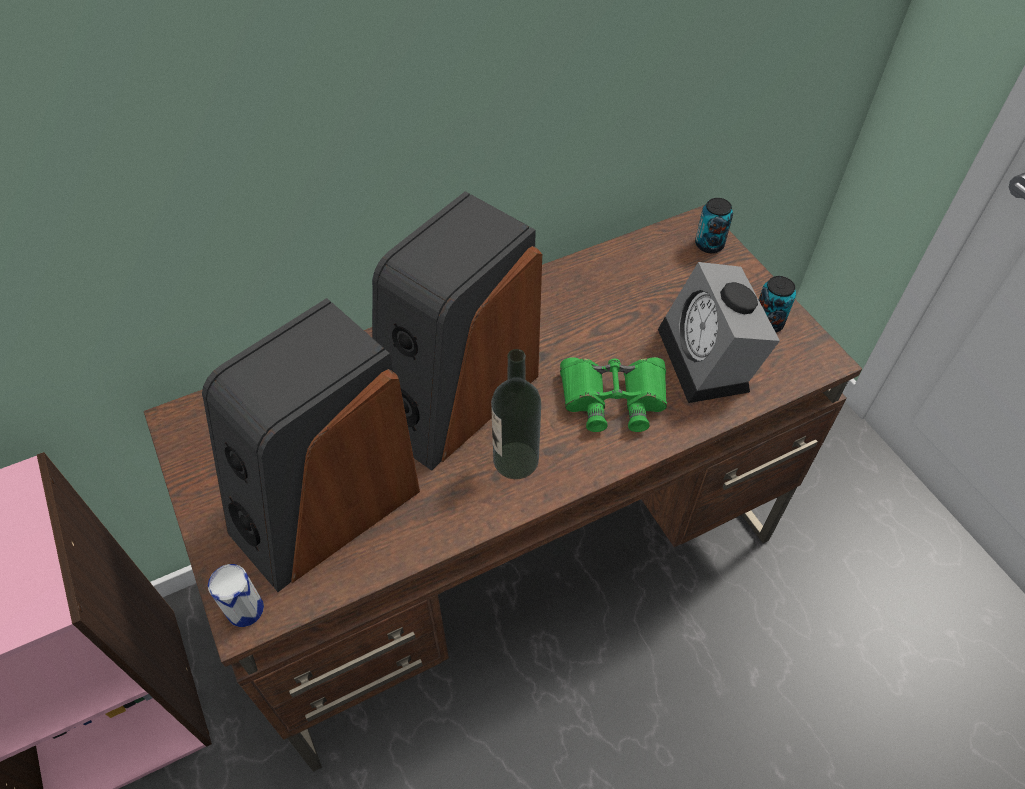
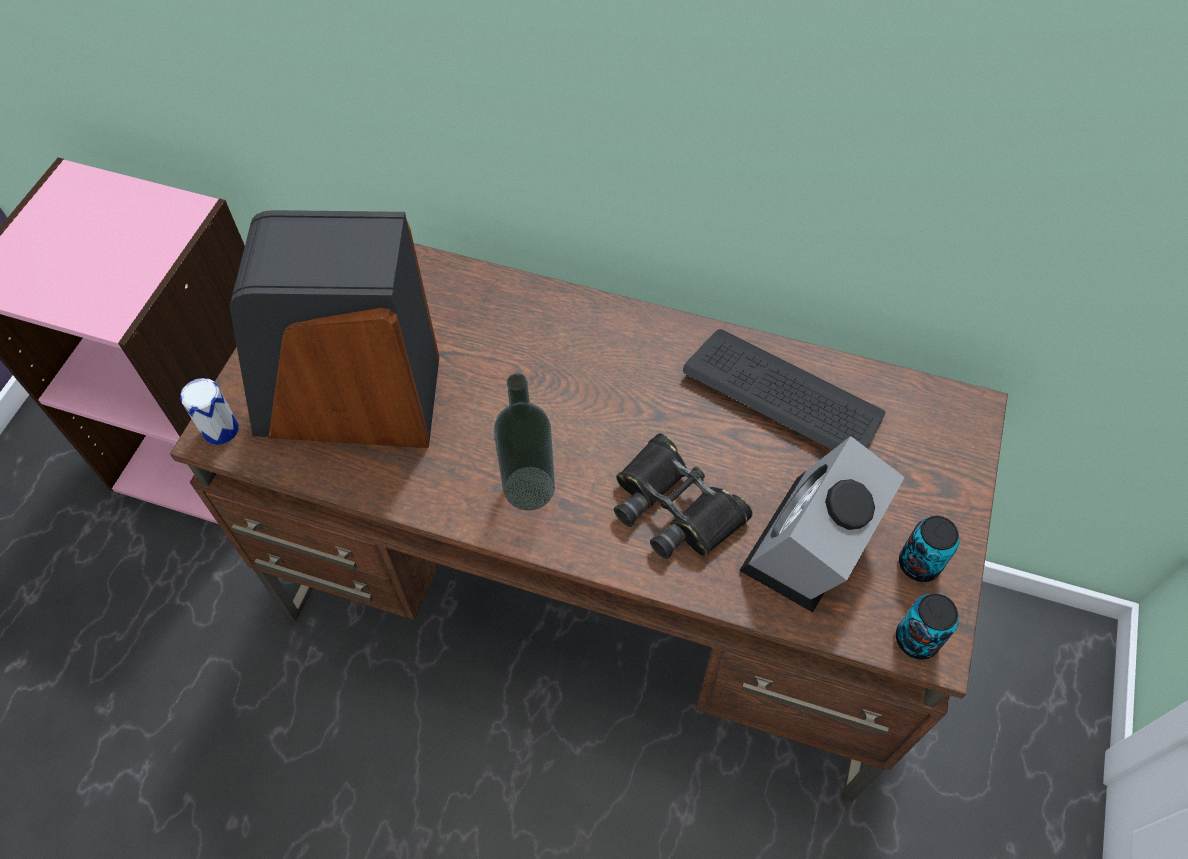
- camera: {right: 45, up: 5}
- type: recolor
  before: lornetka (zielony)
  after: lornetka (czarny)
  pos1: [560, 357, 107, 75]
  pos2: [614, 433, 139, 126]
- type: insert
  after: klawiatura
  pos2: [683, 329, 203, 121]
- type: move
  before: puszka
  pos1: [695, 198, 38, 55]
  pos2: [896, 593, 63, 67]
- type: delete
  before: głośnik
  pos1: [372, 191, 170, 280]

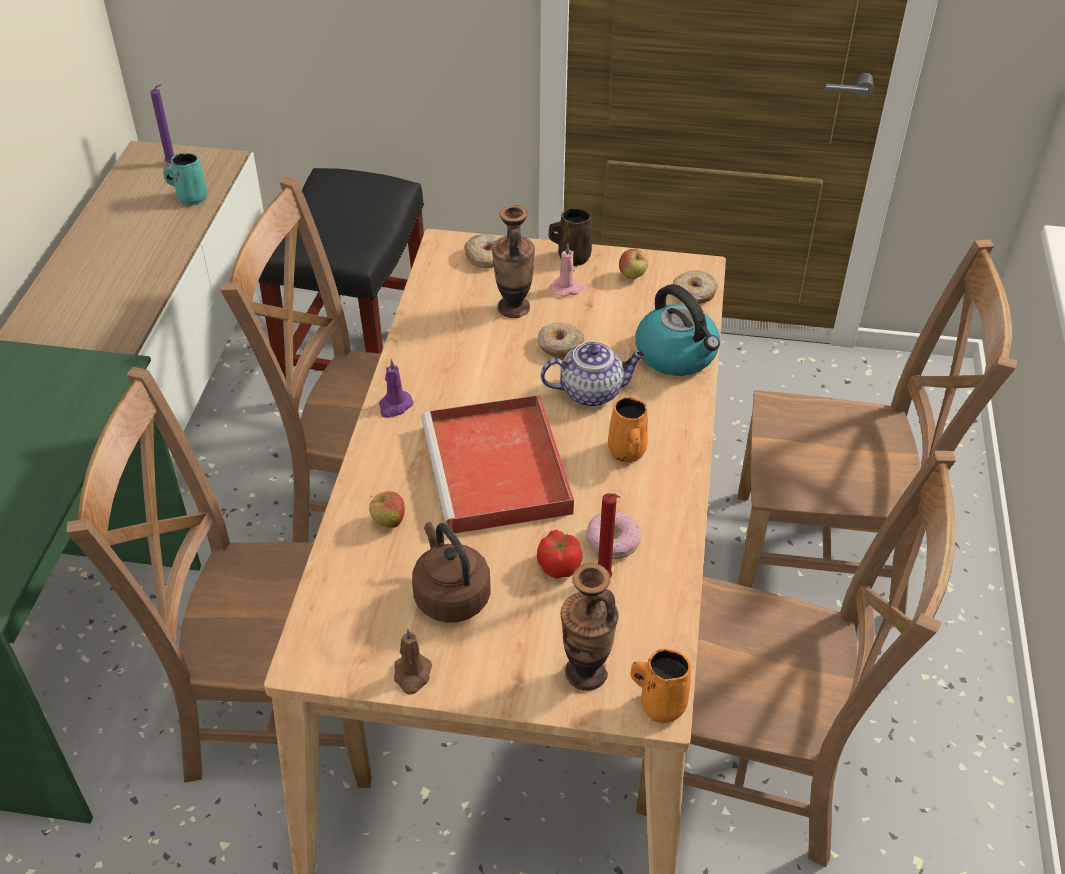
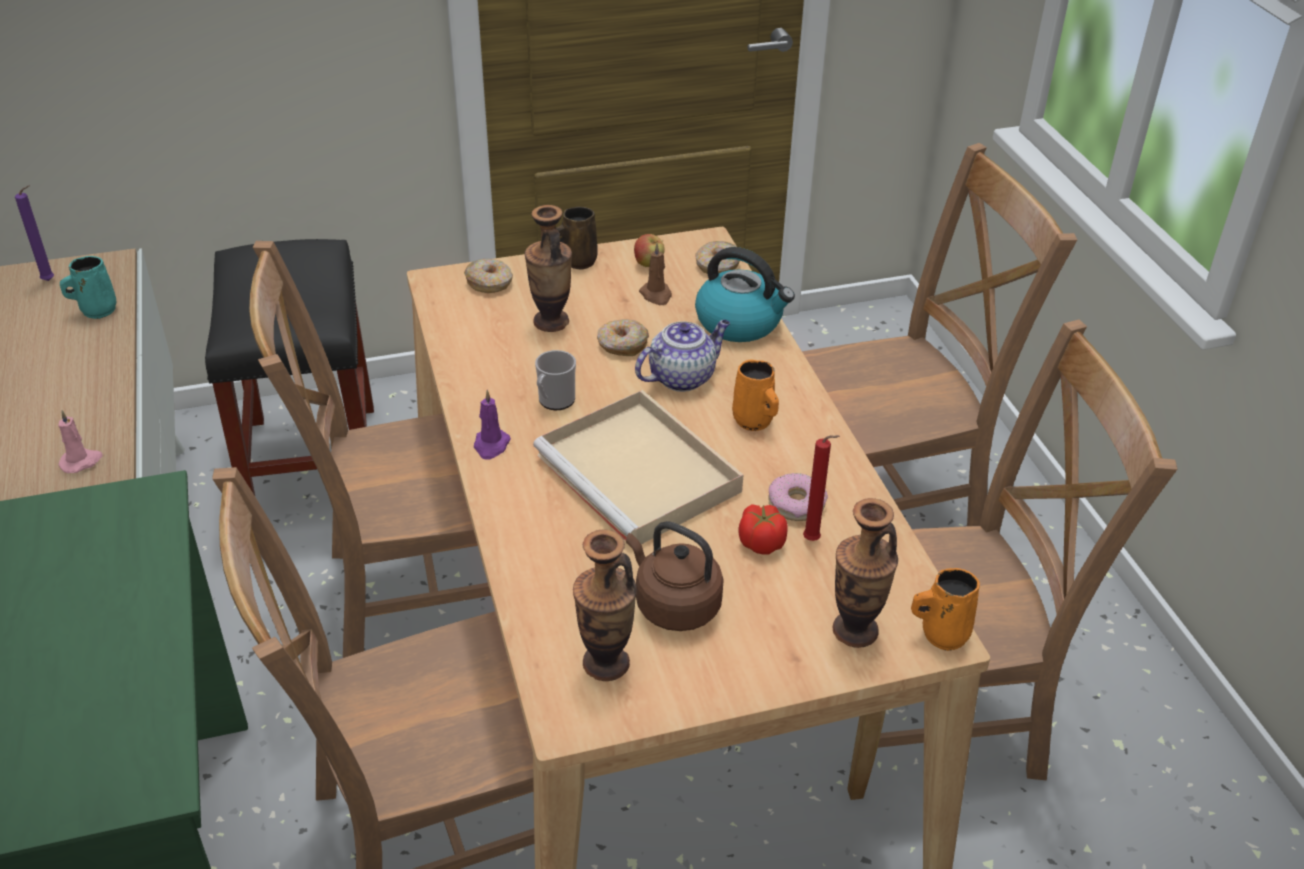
- camera: {right: -25, up: -5}
- type: move
  before: świeca (różowy)
  pos1: [551, 244, 34, 53]
  pos2: [58, 410, 45, 63]
- type: recolor
  before: taca (czerwony)
  after: taca (beżowy)
  pos1: [421, 395, 153, 139]
  pos2: [533, 390, 210, 154]
- type: insert
  after: kubek
  pos2: [535, 350, 41, 60]
- type: insert
  after: wazon
  pos2: [573, 529, 64, 152]
- type: move
  before: świeca (brązowy)
  pos1: [394, 629, 38, 66]
  pos2: [639, 243, 33, 62]
- type: delete
  before: jabłko
  pos1: [369, 491, 36, 37]

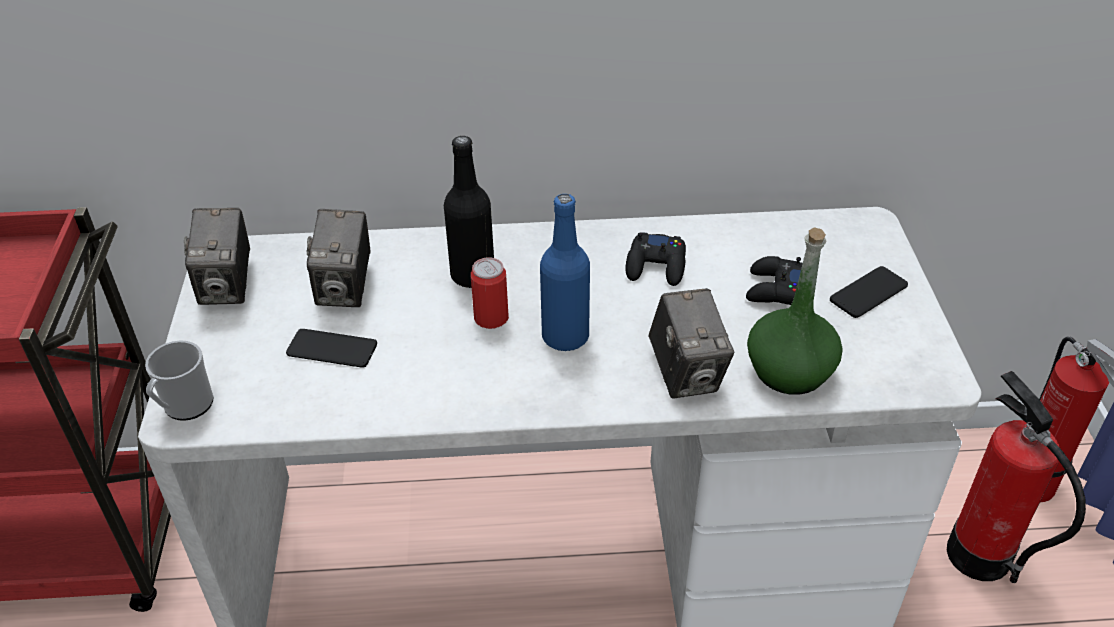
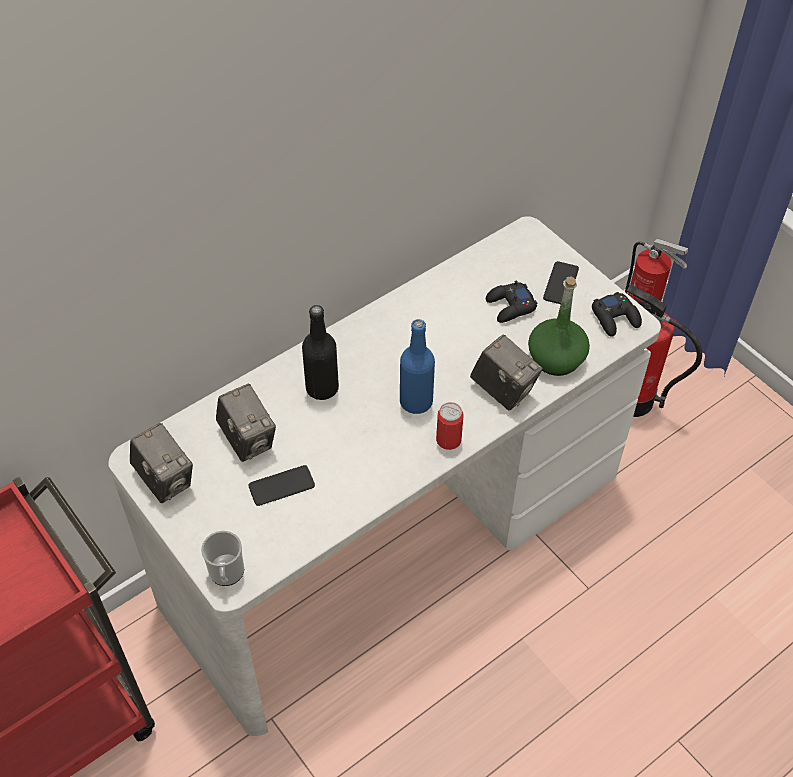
- camera: {right: -35, up: 10}
- type: move
  before: puszka
  pos1: [471, 257, 38, 72]
  pos2: [436, 402, 28, 48]
- type: move
  before: pad do gier (czarny)
  pos1: [625, 232, 61, 54]
  pos2: [592, 292, 50, 45]

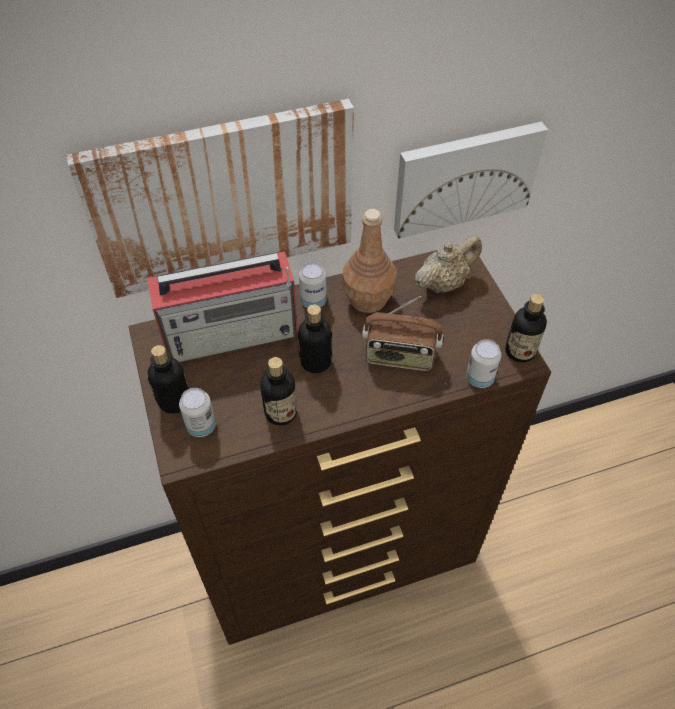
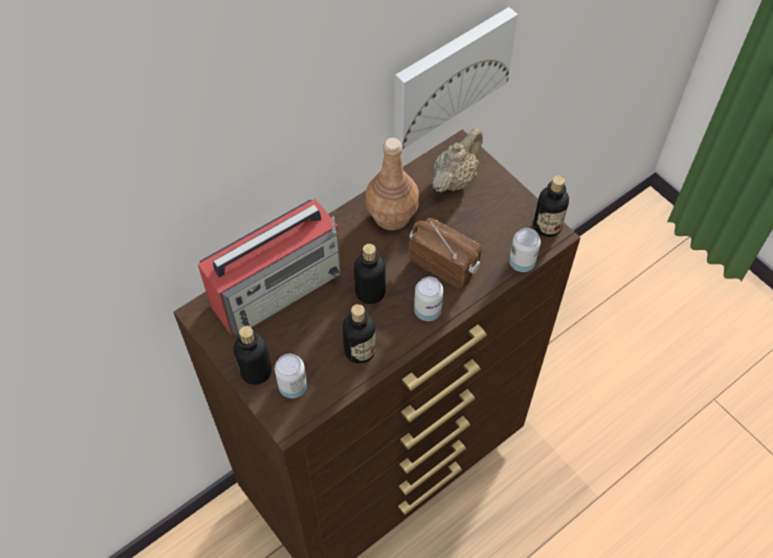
- camera: {right: -20, up: 5}
- type: rotate
  before: radio
  pos1: [362, 296, 81, 75]
  pos2: [409, 218, 73, 70]
  turn: -135
- type: move
  before: puszka
  pos1: [299, 262, 28, 46]
  pos2: [414, 277, 29, 44]
- type: delete
  before: obraz
  pos1: [66, 99, 288, 199]

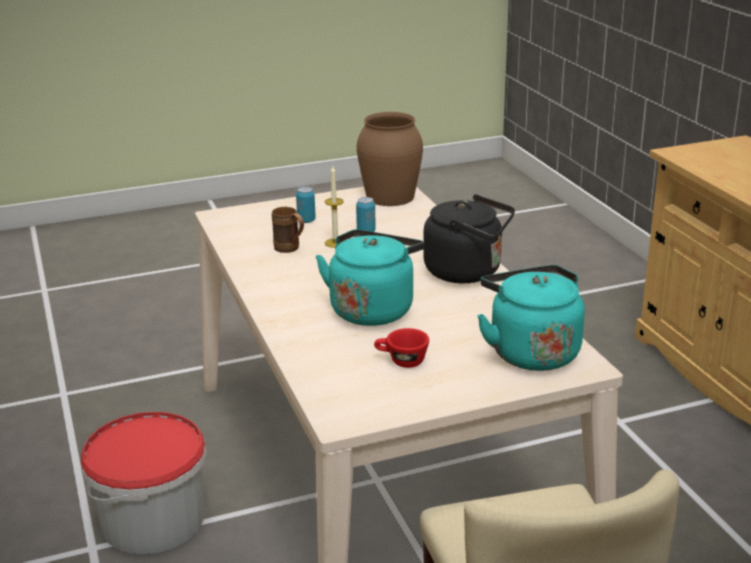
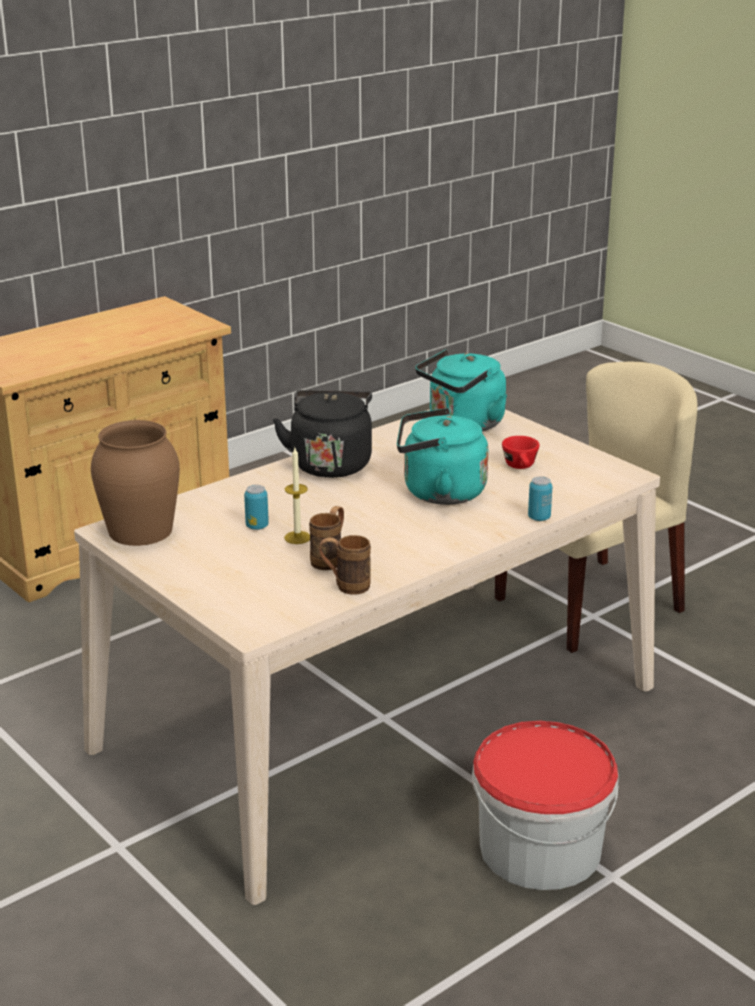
- camera: {right: -110, up: 0}
- type: insert
  after: kubek (brązowy)
  pos2: [319, 535, 52, 60]
- type: move
  before: puszka
  pos1: [296, 187, 20, 36]
  pos2: [528, 476, 24, 45]

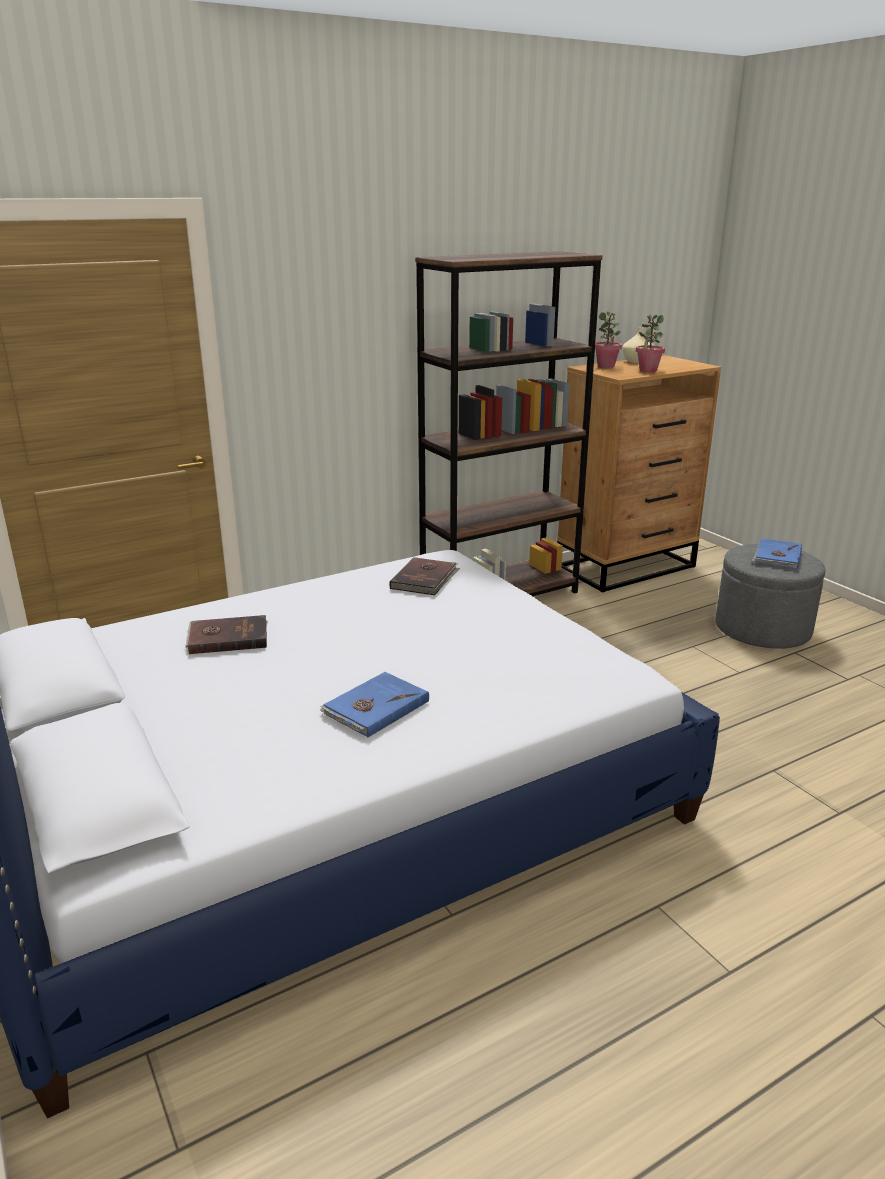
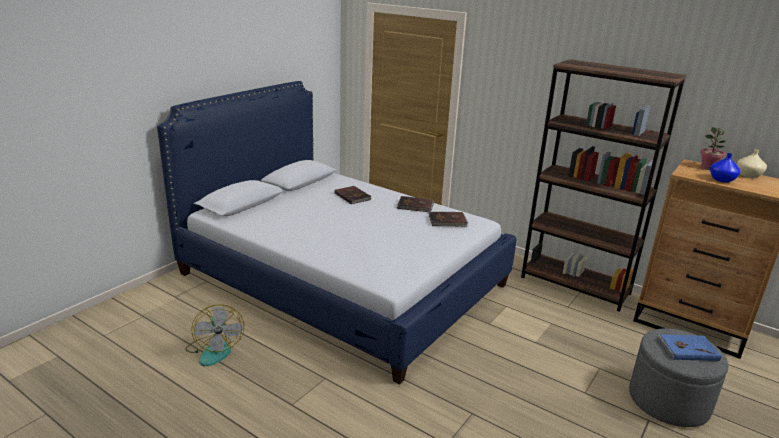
- camera: {right: 65, up: 0}
- type: insert
  after: wentylator
  pos2: [185, 304, 59, 62]
- type: insert
  after: książka (brązowy)
  pos2: [397, 196, 37, 16]
- type: replace
  before: roślina doniczkowa
  after: wazon (niebieski)
  pos1: [636, 315, 29, 57]
  pos2: [710, 153, 30, 30]
- type: delete
  before: książka (niebieski)
  pos1: [319, 672, 110, 65]

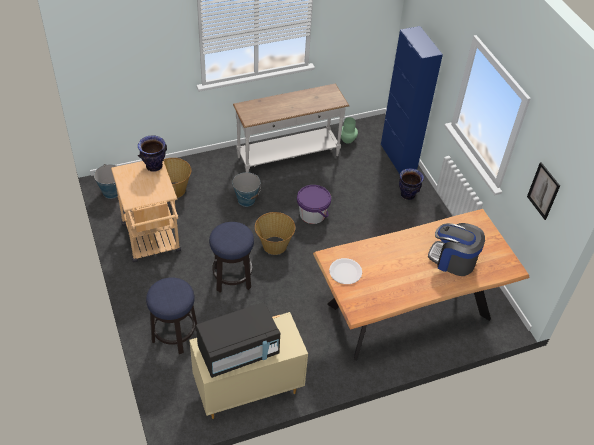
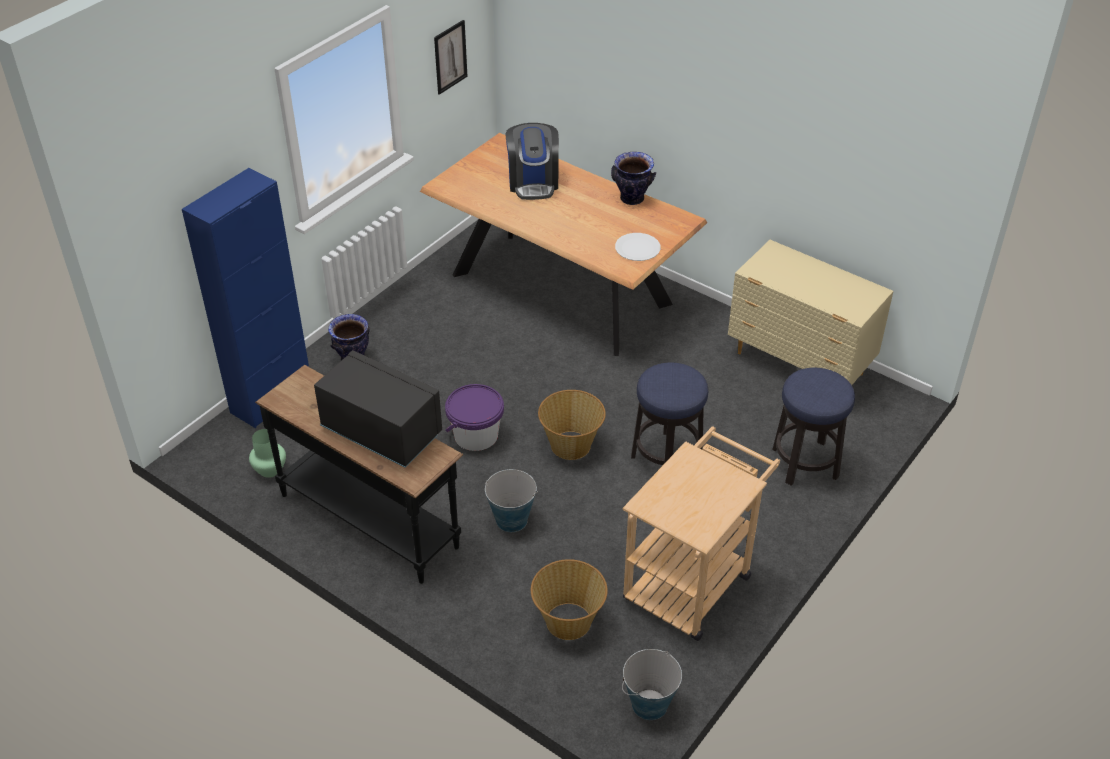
- camera: {right: -120, up: -5}
- type: recolor
  before: stolik konsolowy (biały)
  after: stolik konsolowy (czarny)
  pos1: [233, 84, 116, 88]
  pos2: [255, 365, 208, 219]
- type: move
  before: mikrofalówka (czarny)
  pos1: [196, 302, 84, 76]
  pos2: [314, 350, 128, 118]
- type: move
  before: wazon
  pos1: [138, 135, 29, 37]
  pos2: [611, 152, 45, 53]

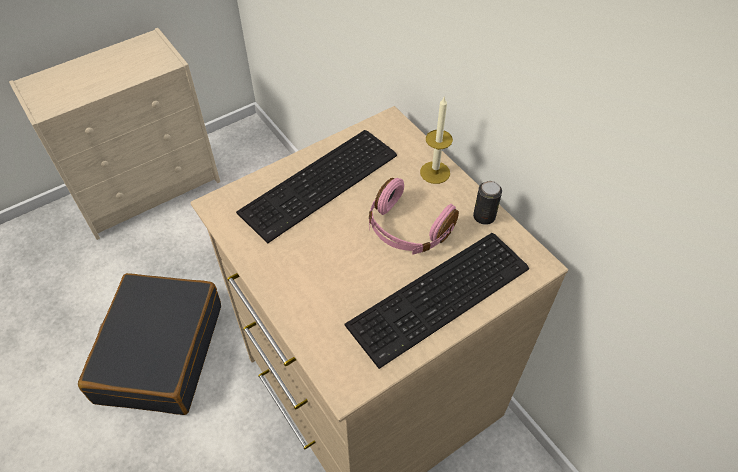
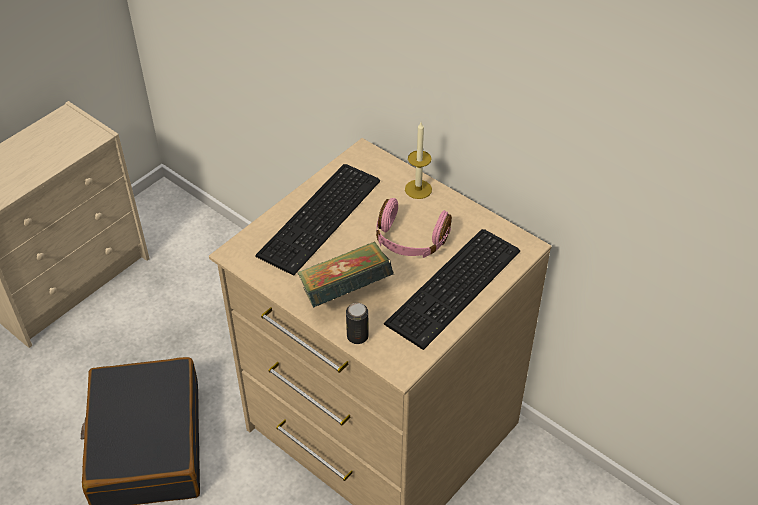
- camera: {right: -15, up: -5}
- type: insert
  after: książka
  pos2: [297, 242, 97, 66]
- type: move
  before: puszka
  pos1: [473, 181, 29, 44]
  pos2: [346, 303, 23, 41]

